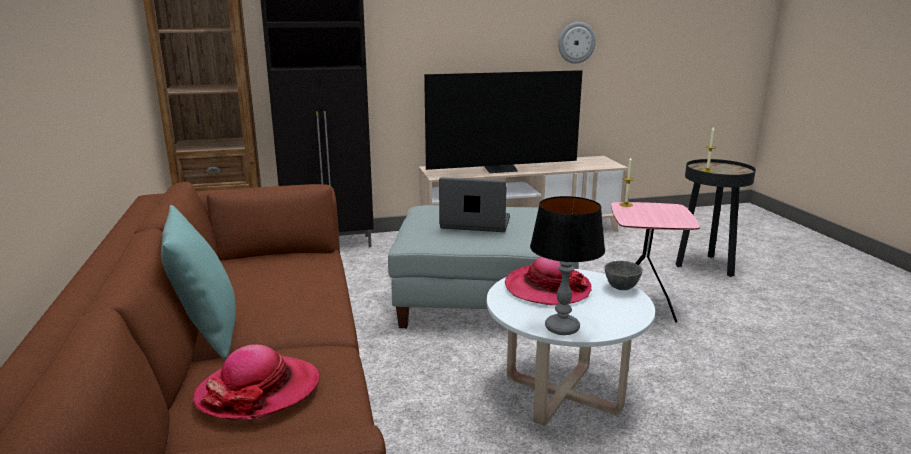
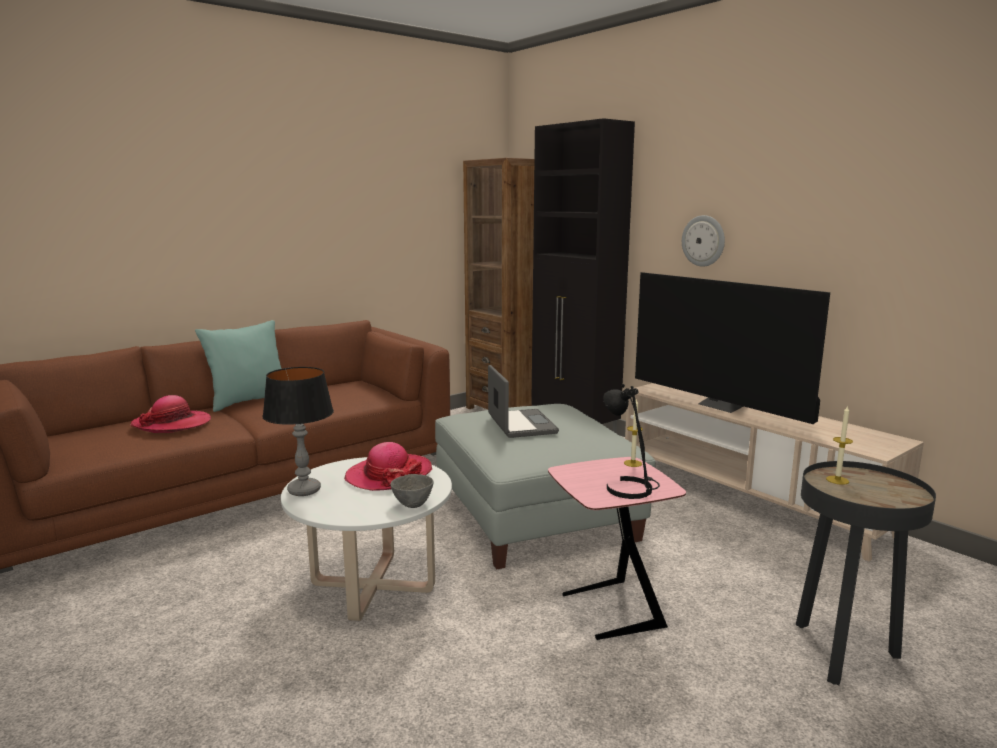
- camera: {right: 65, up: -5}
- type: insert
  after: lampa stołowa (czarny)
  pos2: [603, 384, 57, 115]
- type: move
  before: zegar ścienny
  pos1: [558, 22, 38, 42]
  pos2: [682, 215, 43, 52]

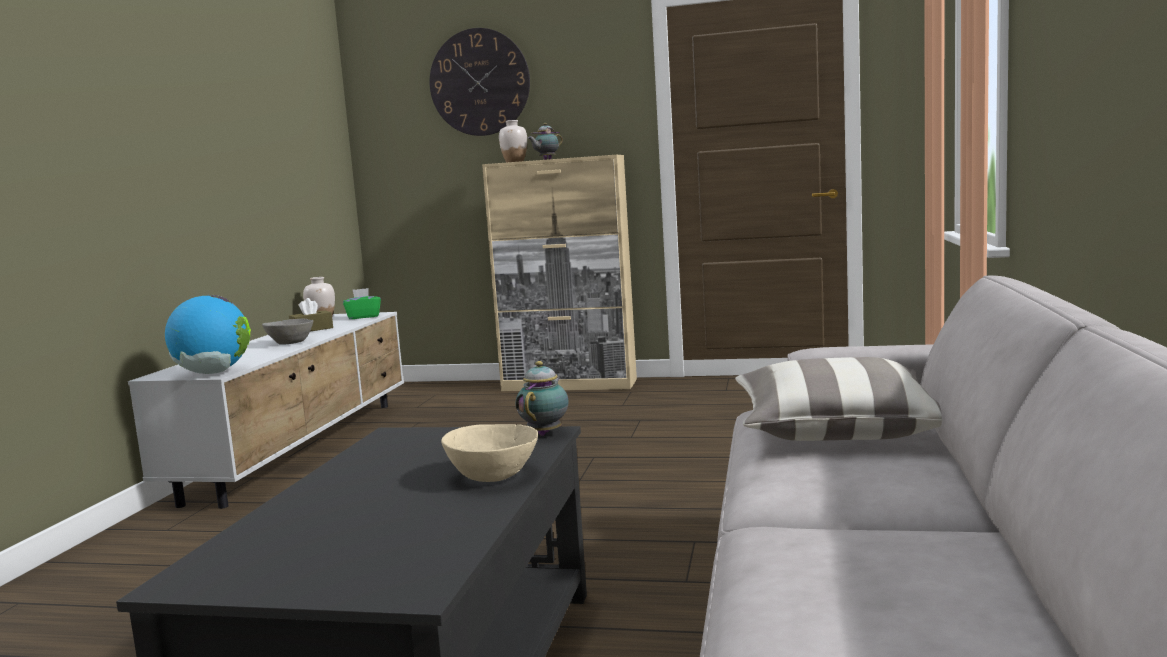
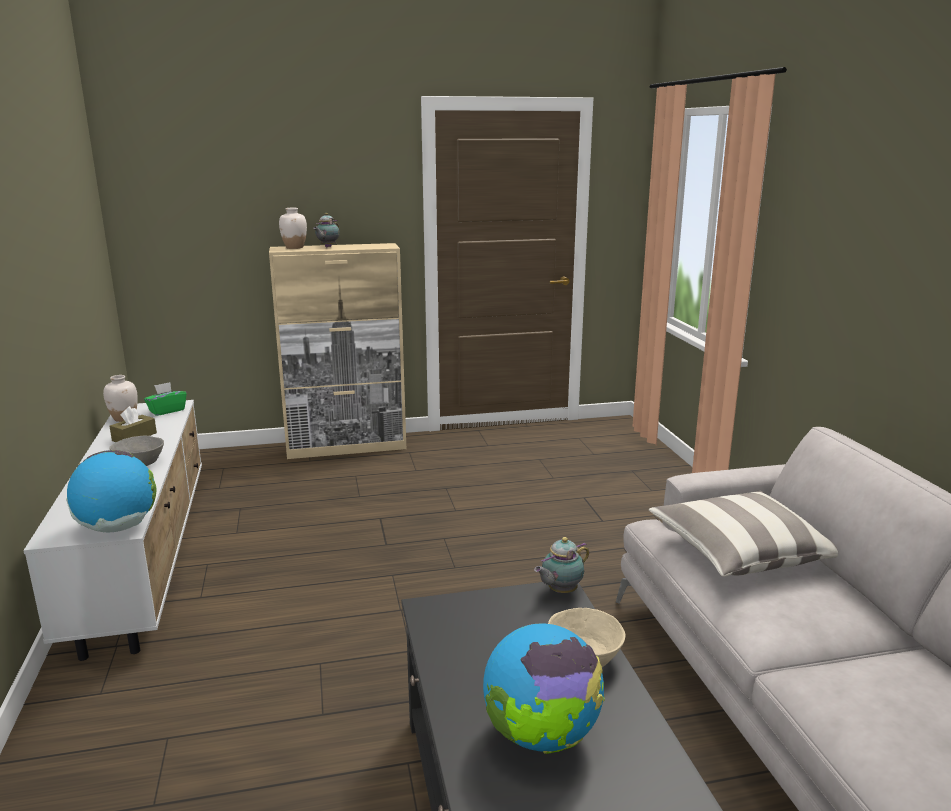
- camera: {right: -25, up: 10}
- type: insert
  after: globus
  pos2: [483, 623, 122, 131]
- type: rotate
  before: imbryk
  pos1: [515, 361, 54, 75]
  pos2: [534, 537, 55, 56]
  turn: -120
- type: delete
  before: zegar ścienny
  pos1: [430, 28, 100, 108]

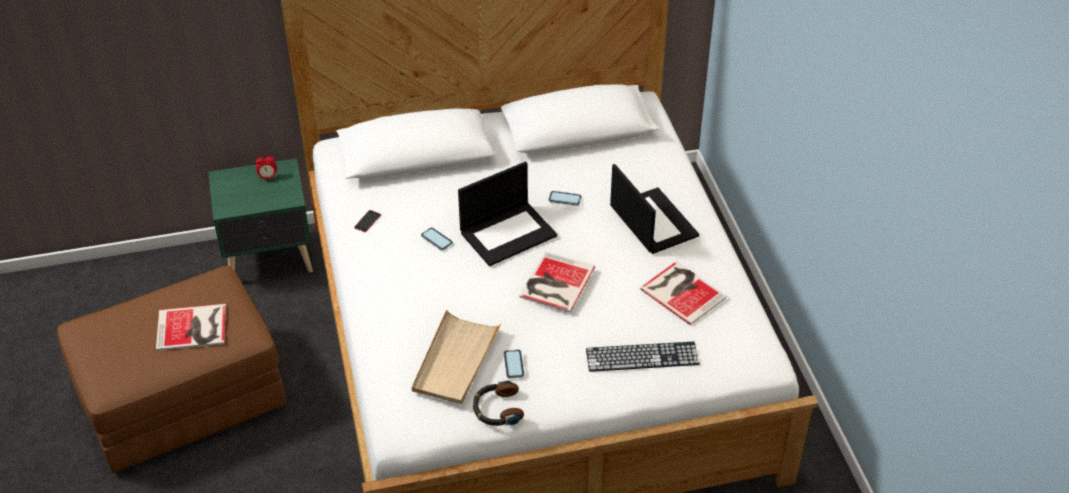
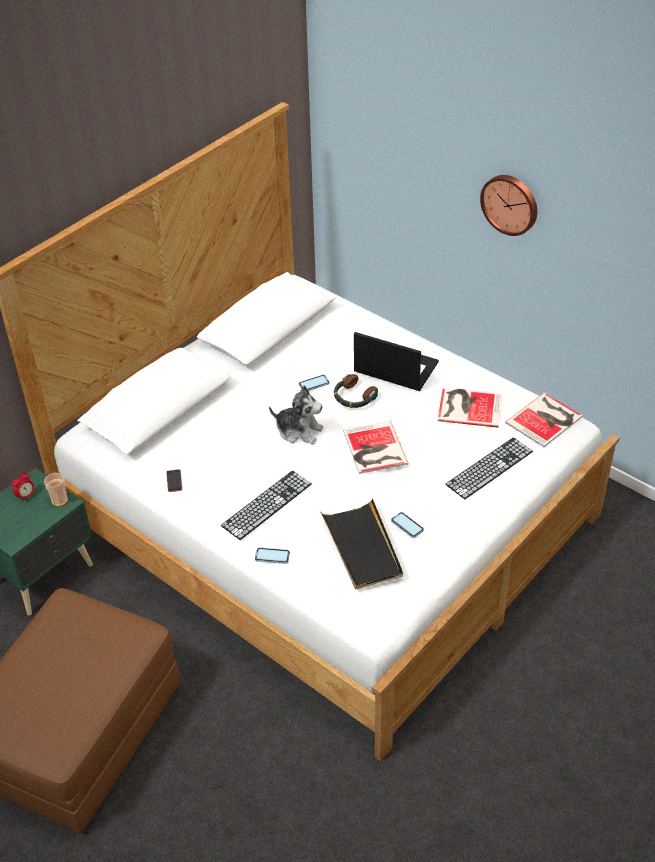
- camera: {right: -35, up: 0}
- type: insert
  after: filiżanka
  pos2: [44, 473, 24, 34]
- type: insert
  after: klawiatura
  pos2: [221, 471, 91, 69]
- type: move
  before: telefon
  pos1: [421, 227, 32, 24]
  pos2: [255, 547, 35, 17]
- type: replace
  before: laptop
  after: pluszak
  pos1: [458, 162, 99, 104]
  pos2: [269, 386, 54, 58]
- type: recolor
  before: taca (beżowy)
  after: taca (czarny)
  pos1: [412, 310, 90, 94]
  pos2: [321, 499, 82, 91]
- type: move
  before: słuchawki
  pos1: [473, 380, 51, 46]
  pos2: [334, 374, 44, 34]
- type: insert
  after: zegar ścienny
  pos2: [480, 175, 57, 61]
- type: move
  before: książka
  pos1: [156, 304, 70, 47]
  pos2: [505, 393, 77, 54]

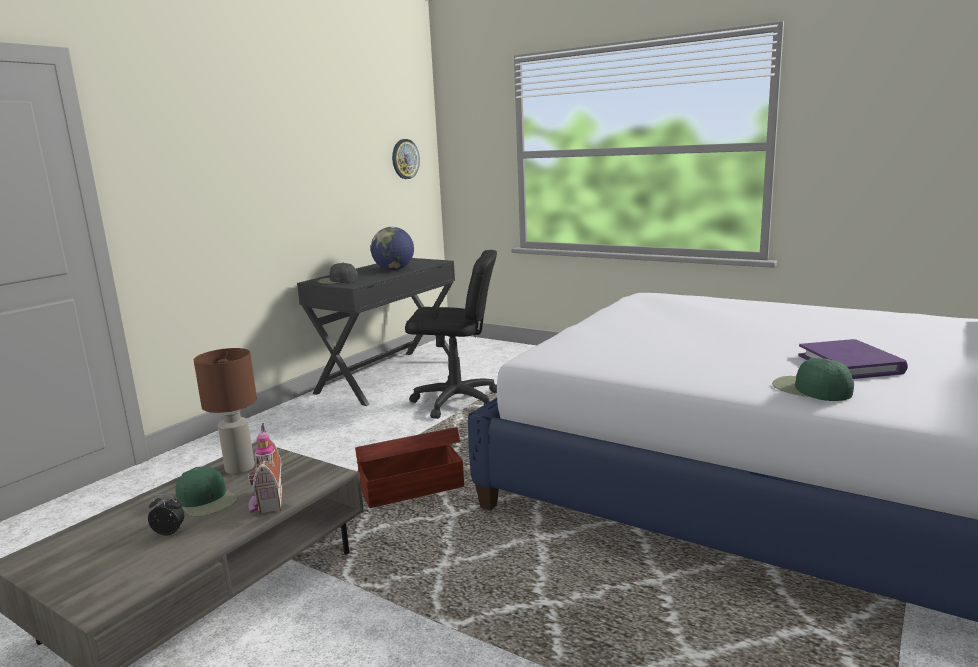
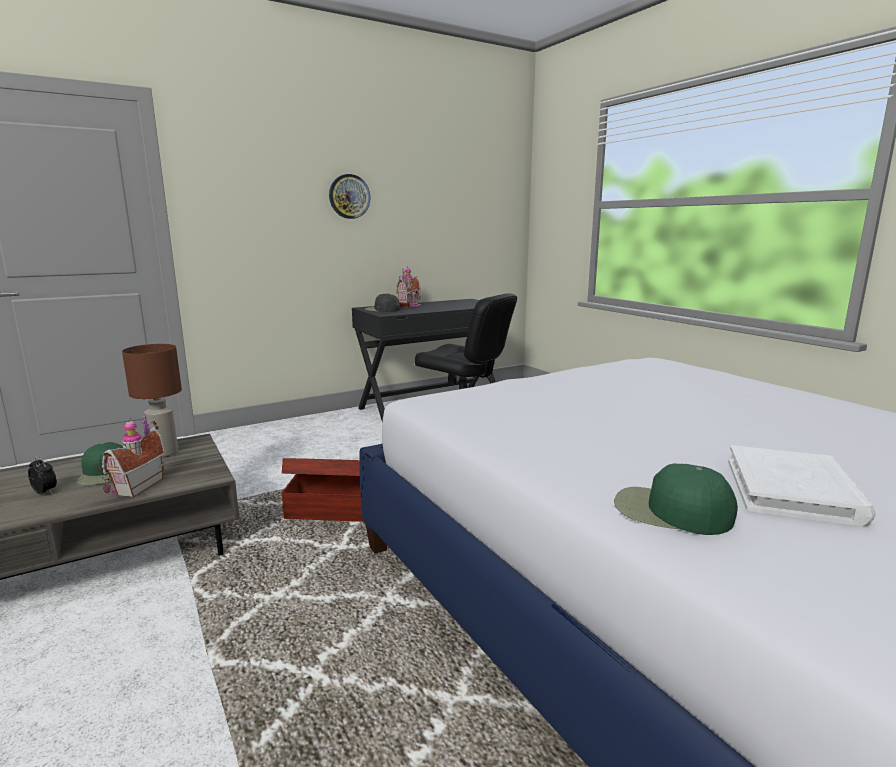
- camera: {right: 25, up: 0}
- type: move
  before: zegar ścienny
  pos1: [392, 139, 28, 40]
  pos2: [329, 174, 41, 45]
- type: insert
  after: domek
  pos2: [396, 266, 25, 42]
- type: rotate
  before: czapka z daszkiem (zielony)
  pos1: [772, 358, 82, 43]
  pos2: [614, 464, 124, 71]
  turn: -45
- type: recolor
  before: książka (fioletowy)
  after: książka (biały)
  pos1: [798, 339, 110, 40]
  pos2: [728, 445, 148, 82]
- type: delete
  before: globus
  pos1: [371, 227, 43, 43]

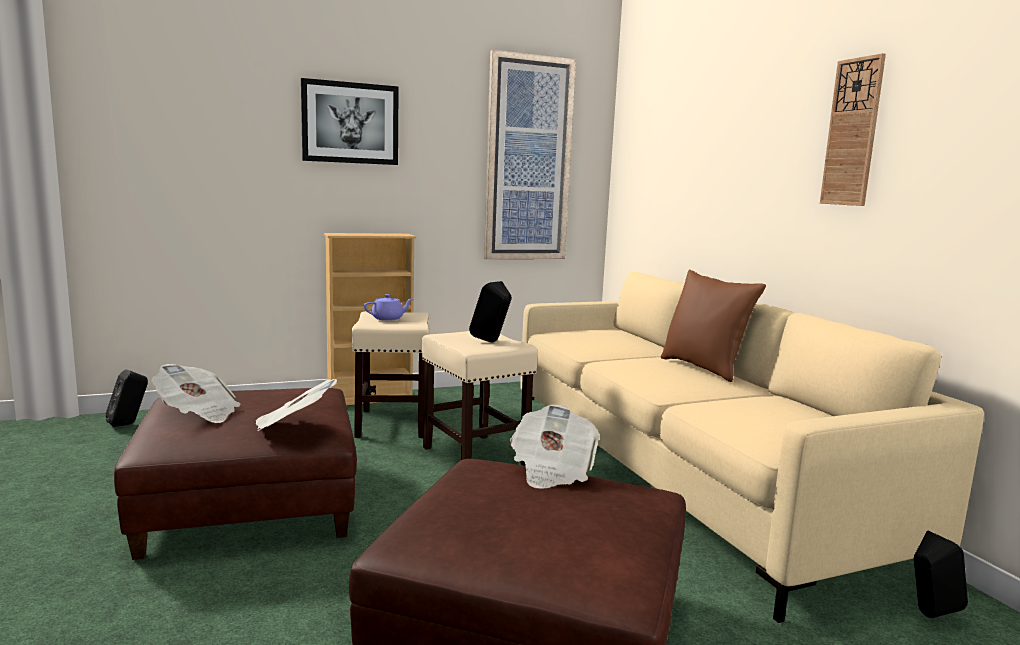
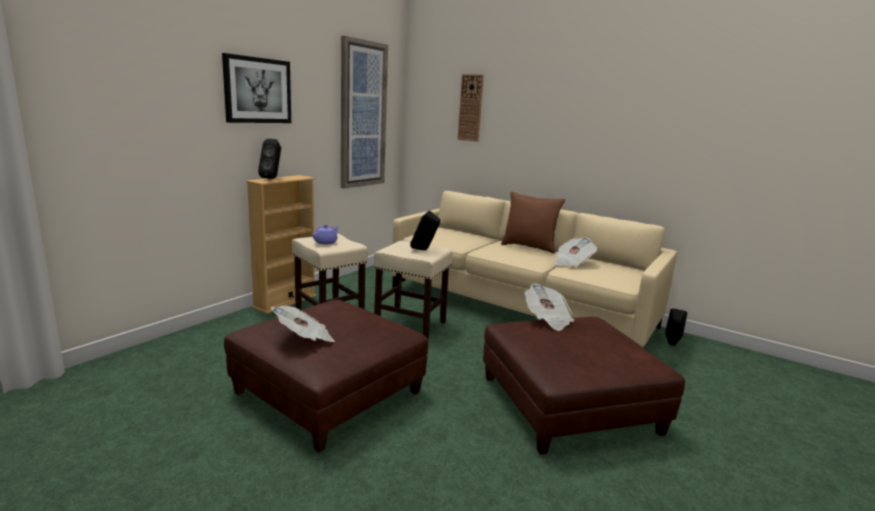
- camera: {right: -35, up: 5}
- type: move
  before: głośnik (czarny)
  pos1: [105, 369, 43, 58]
  pos2: [258, 139, 23, 40]
- type: move
  before: zegar ścienny
  pos1: [820, 53, 66, 153]
  pos2: [457, 74, 27, 68]
- type: move
  before: gazeta
  pos1: [256, 379, 81, 52]
  pos2: [554, 238, 43, 29]

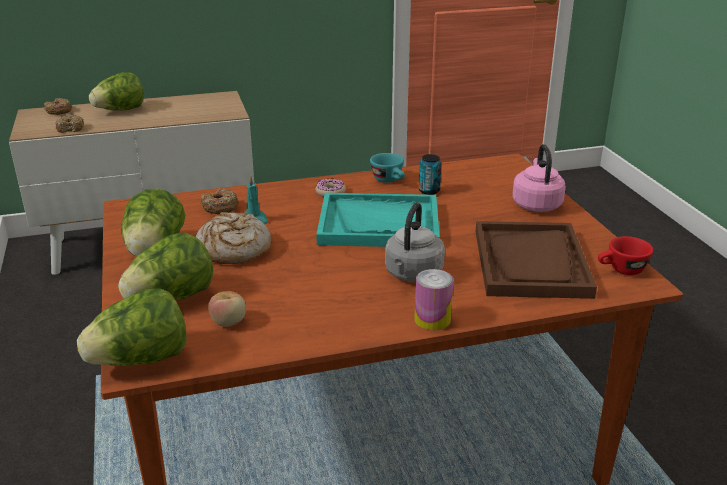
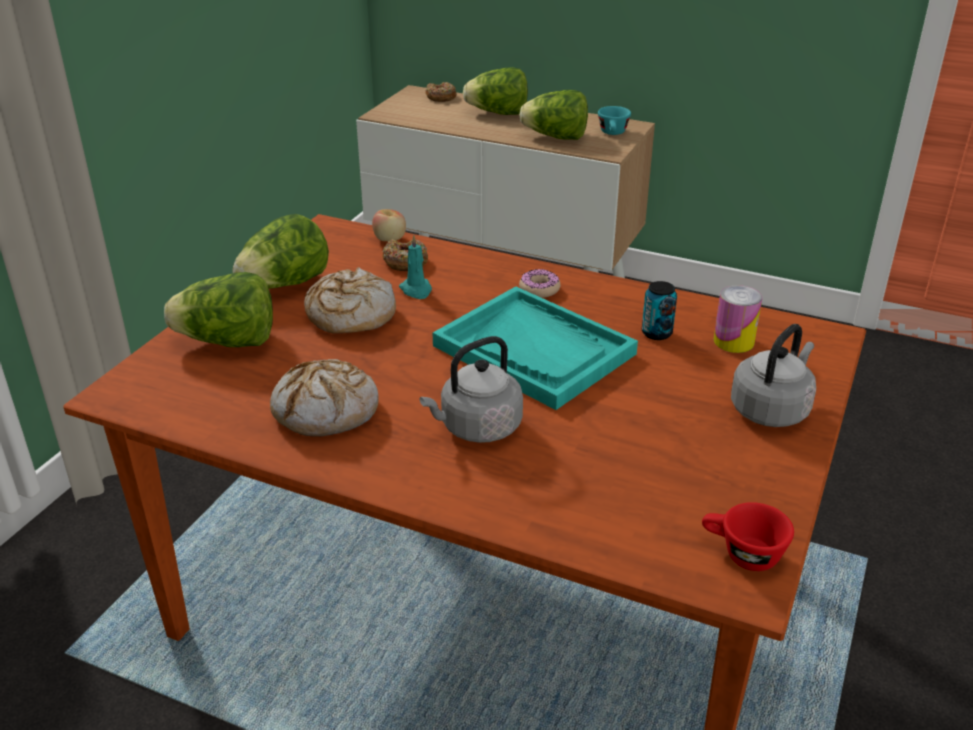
- camera: {right: 40, up: 5}
- type: insert
  after: chleb
  pos2: [270, 359, 109, 78]
- type: move
  before: jabłko
  pos1: [208, 291, 38, 36]
  pos2: [372, 209, 34, 32]
- type: move
  before: sałata
  pos1: [77, 288, 110, 78]
  pos2: [519, 90, 69, 50]
- type: move
  before: filiżanka (turkusowy)
  pos1: [370, 153, 35, 30]
  pos2: [598, 106, 33, 29]
- type: move
  before: puszka
  pos1: [414, 269, 40, 62]
  pos2: [713, 285, 49, 68]
- type: recolor
  before: czajnik (różowy)
  after: czajnik (szary)
  pos1: [513, 144, 53, 68]
  pos2: [731, 324, 85, 103]
- type: delete
  before: donut
  pos1: [56, 115, 28, 18]
- type: delete
  before: taca (brązowy)
  pos1: [476, 221, 121, 78]

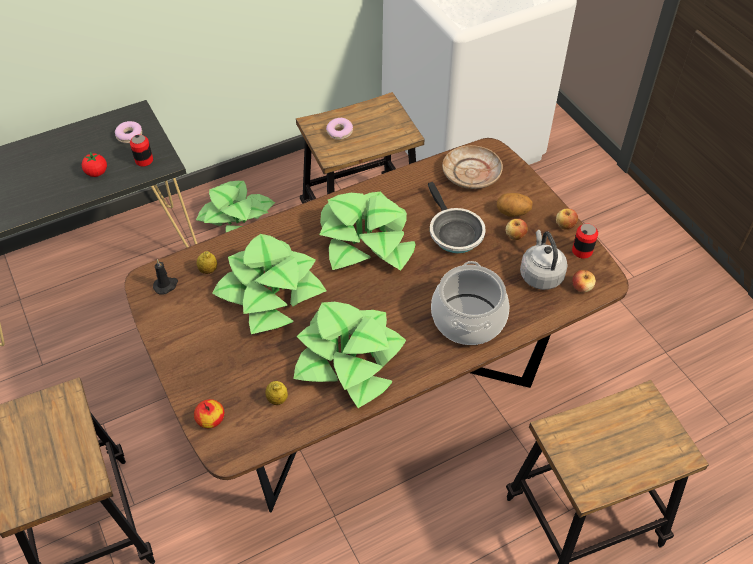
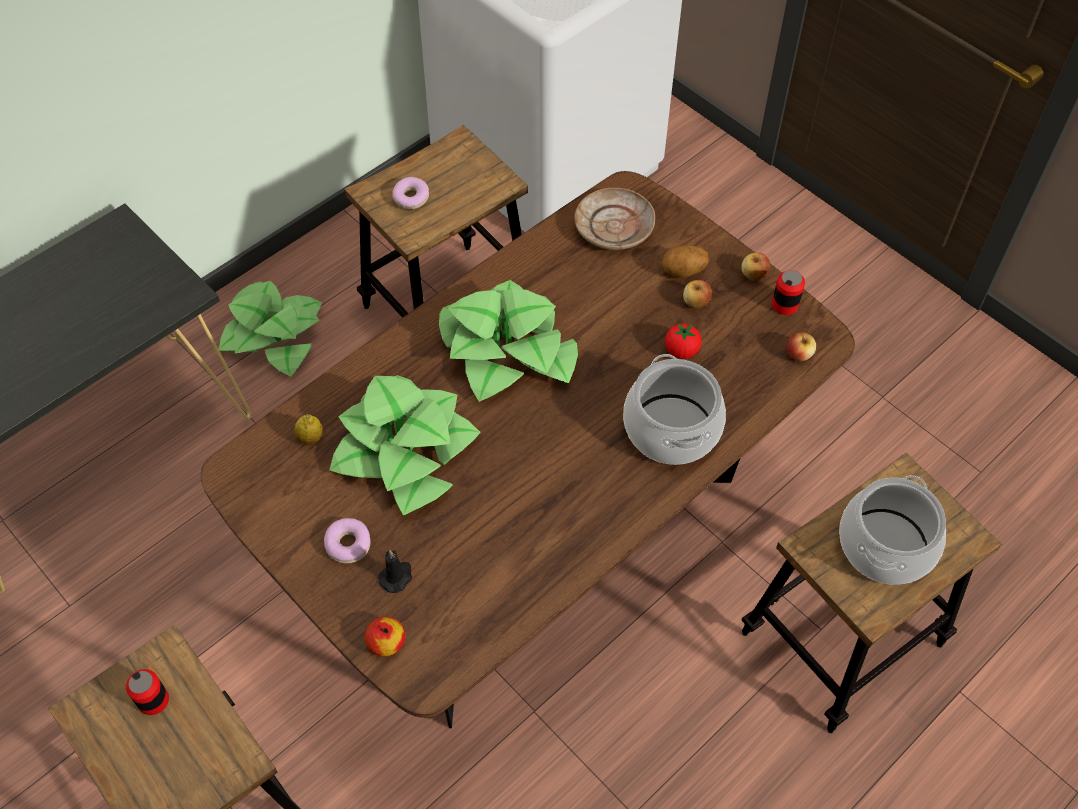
- camera: {right: -15, up: 5}
- type: move
  before: puszka
  pos1: [130, 135, 23, 32]
  pos2: [126, 669, 43, 46]
- type: move
  before: donut
  pos1: [115, 121, 27, 22]
  pos2: [324, 518, 46, 45]
- type: move
  before: świeca (czarny)
  pos1: [153, 259, 25, 36]
  pos2: [378, 550, 34, 43]
- type: move
  before: pomidor
  pos1: [82, 152, 25, 25]
  pos2: [665, 324, 37, 35]
- type: insert
  after: garnek
  pos2: [839, 475, 107, 110]
- type: delete
  before: cytryna
  pos1: [265, 381, 23, 24]
- type: delete
  before: roślina doniczkowa
  pos1: [293, 302, 113, 106]
- type: delete
  before: patelnia
  pos1: [428, 182, 58, 71]
- type: delete
  before: czajnik (szary)
  pos1: [520, 230, 48, 60]

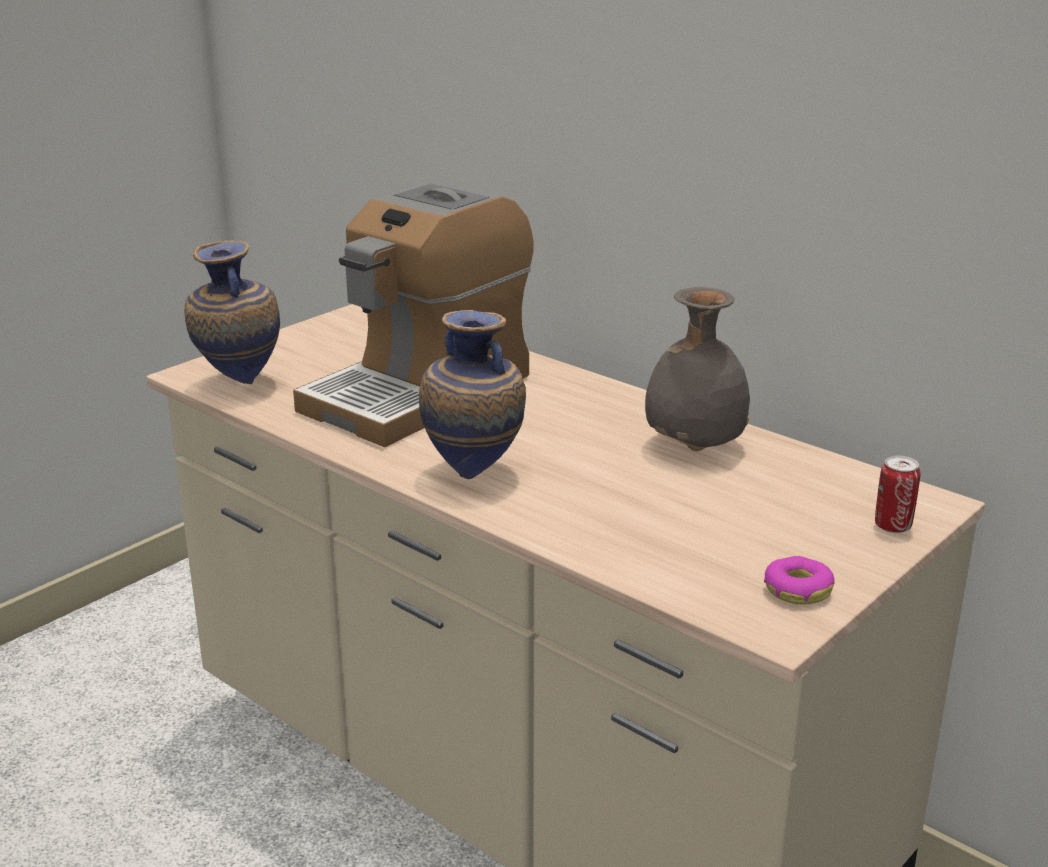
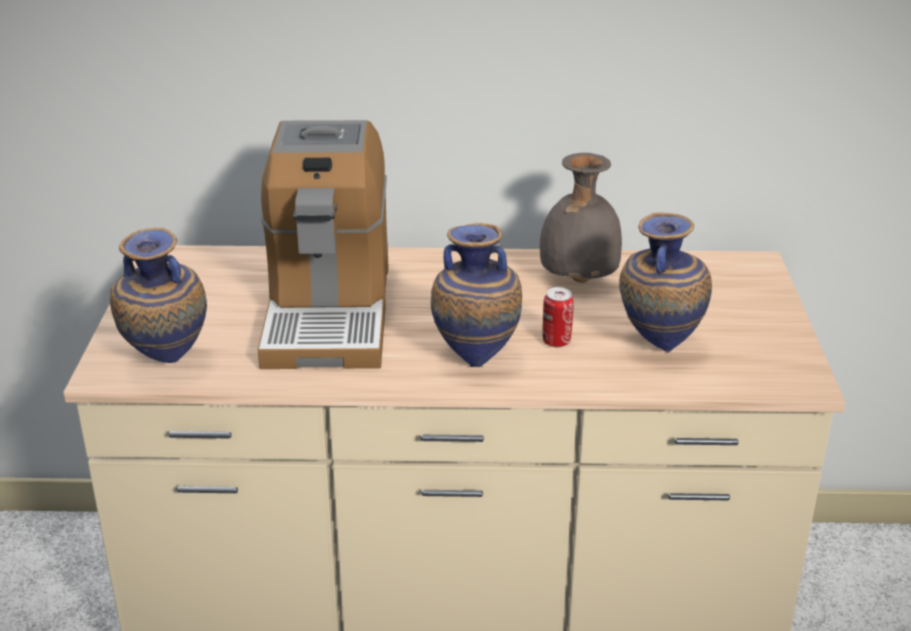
- camera: {right: -40, up: 5}
- type: move
  before: puszka
  pos1: [875, 456, 45, 77]
  pos2: [542, 287, 32, 60]
- type: insert
  after: wazon
  pos2: [619, 212, 93, 141]
- type: delete
  before: donut
  pos1: [764, 556, 71, 48]

